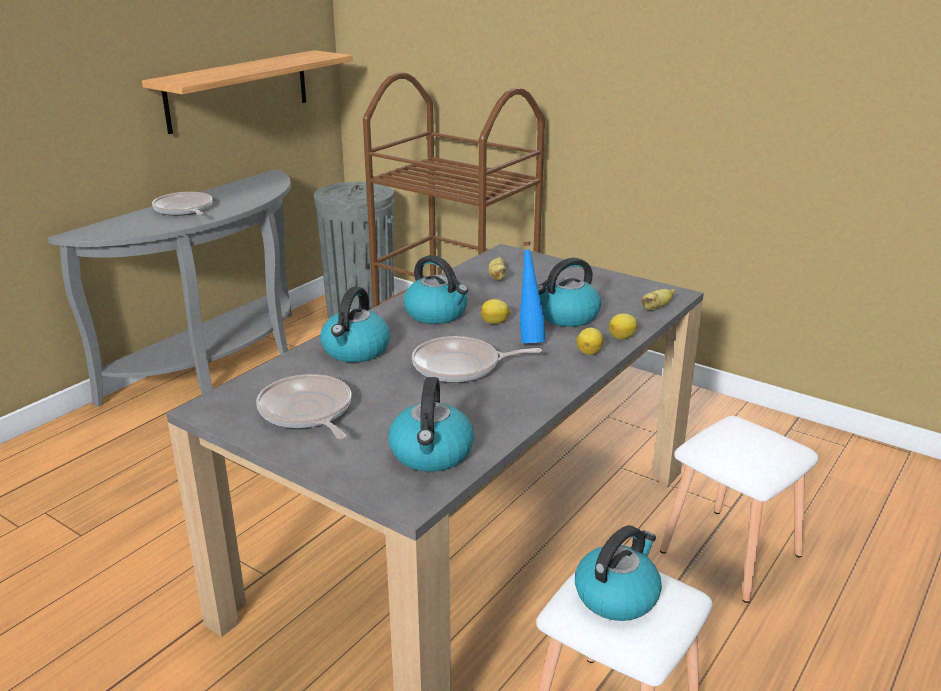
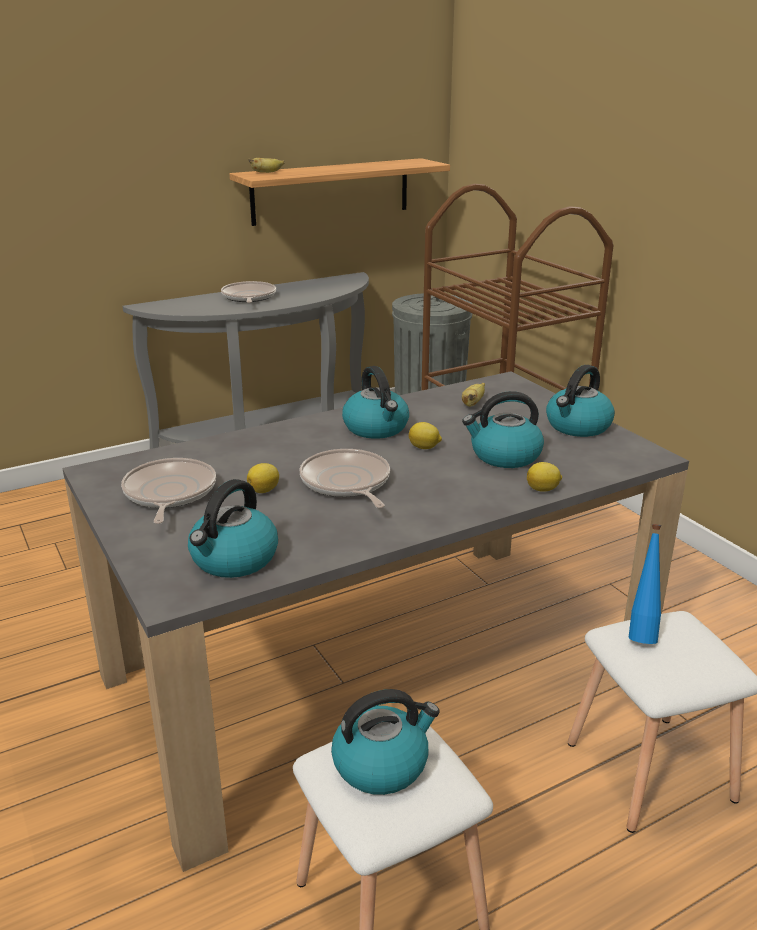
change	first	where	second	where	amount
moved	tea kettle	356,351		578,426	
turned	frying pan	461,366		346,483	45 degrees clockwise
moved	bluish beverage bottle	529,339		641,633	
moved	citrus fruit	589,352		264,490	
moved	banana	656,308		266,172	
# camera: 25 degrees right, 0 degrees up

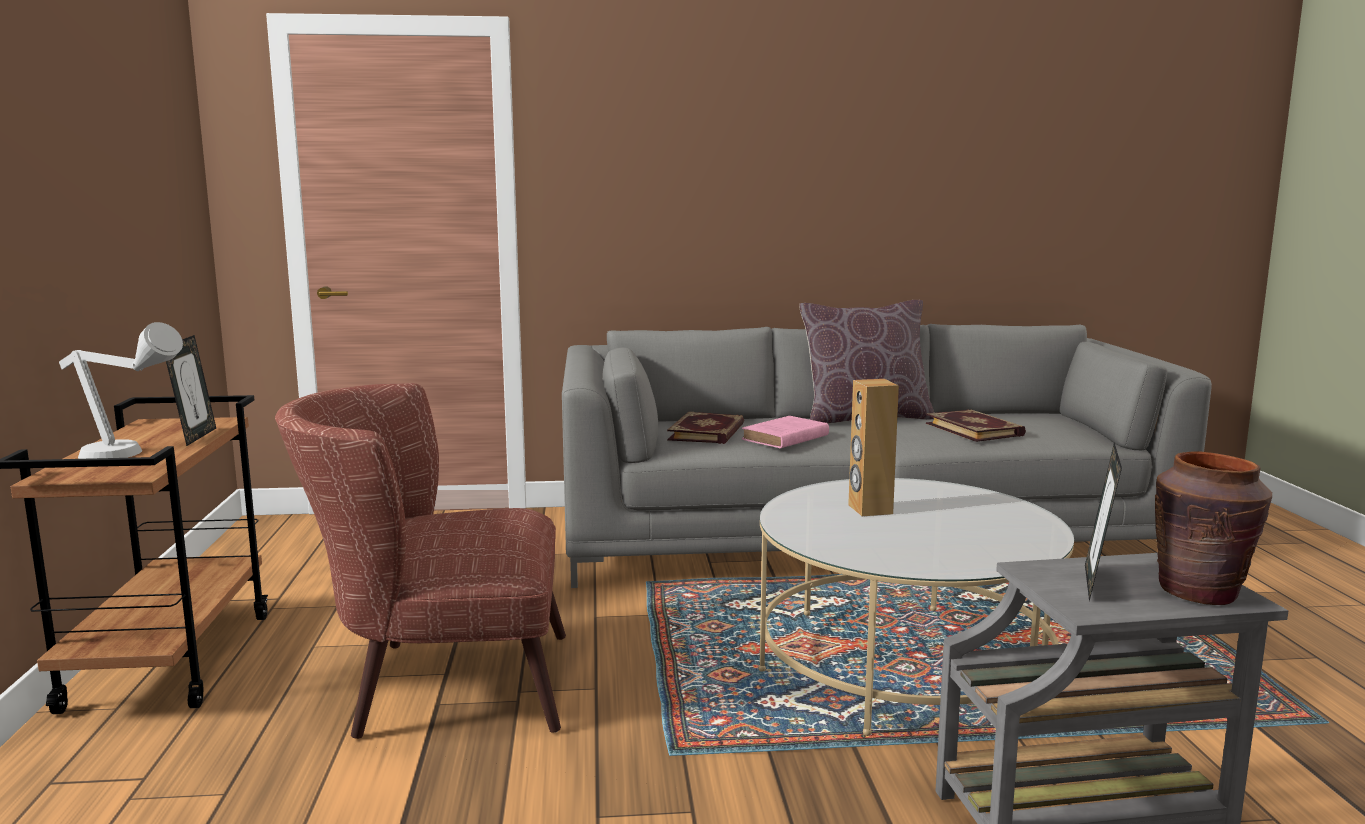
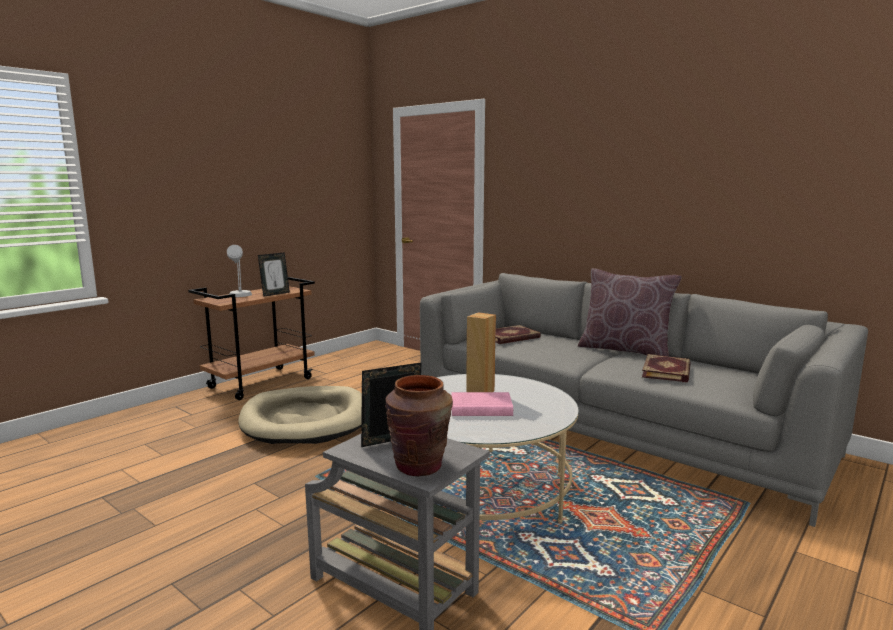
change	first	where	second	where	amount
replaced	brownish lounge chair	438,685	beige pet bed	306,420	
moved	pinkish book	784,438		479,409	
# camera: 45 degrees right, 0 degrees up

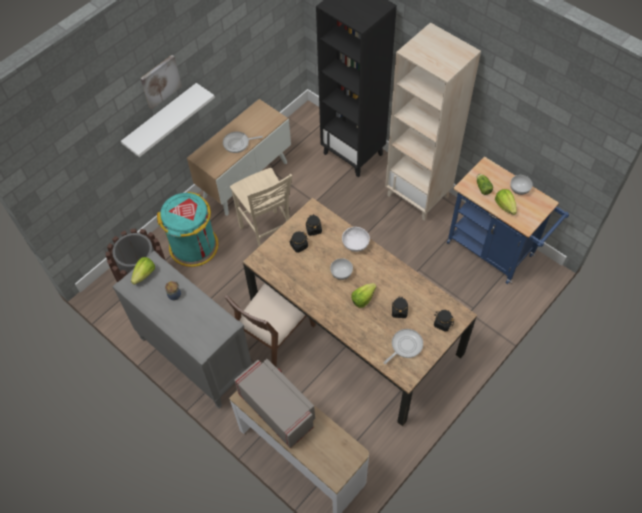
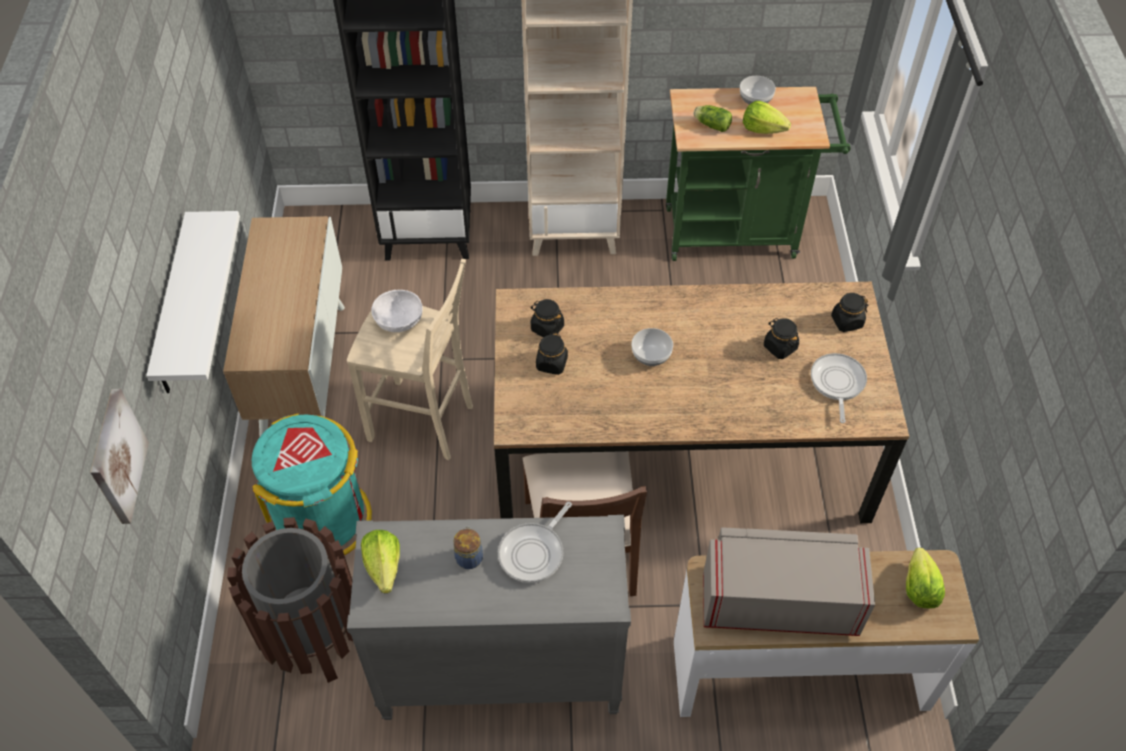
change	first	where	second	where	amount
moved	wall picture	160,81		116,456	
moved	frying pan	238,143		534,552	
moved	white-coloured deep dish	355,244		399,321	
moved	lettuce	363,298		919,588	
recoloured	bluish cart	495,251	greenish cart	739,231	
# camera: 45 degrees left, 5 degrees down

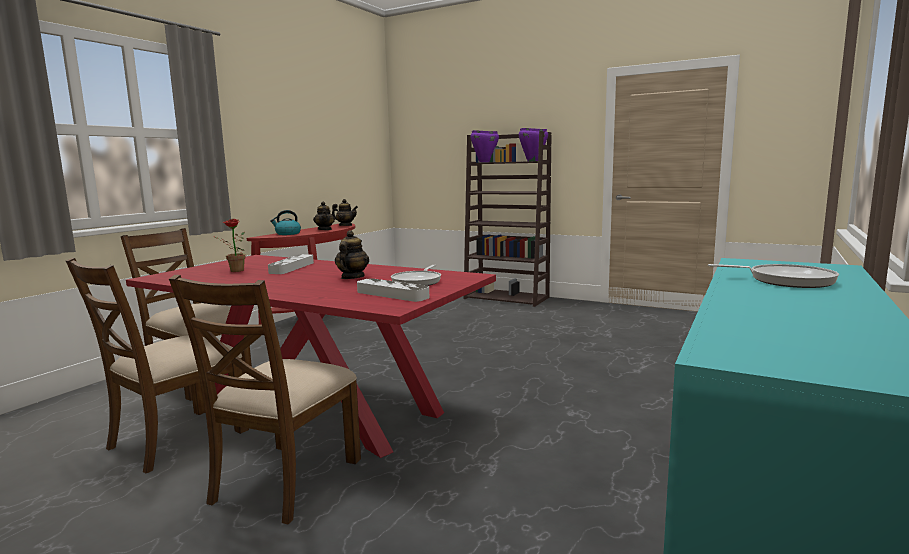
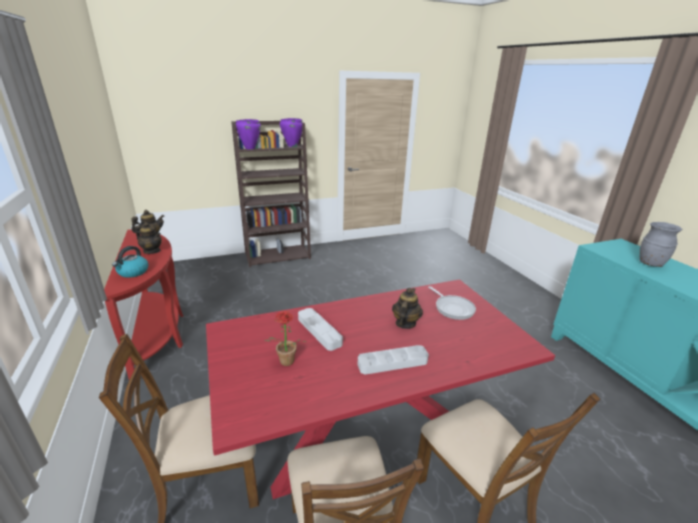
change	first	where	second	where	amount
turned	teapot	352,277		405,323	60 degrees clockwise
moved	grey carrying tray	392,294		392,363	
replaced	frying pan	785,280	grey decorative vase	650,263	
# camera: 50 degrees left, 15 degrees up

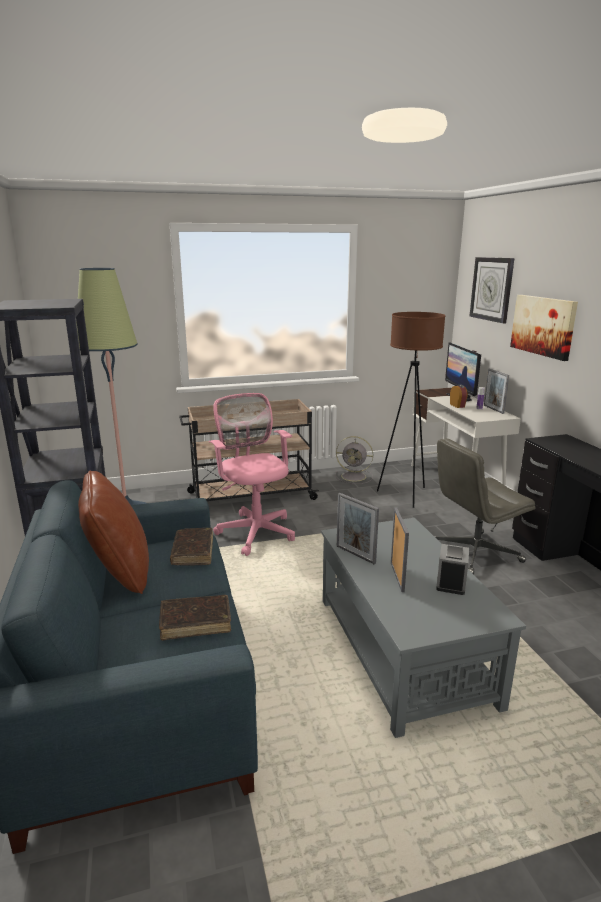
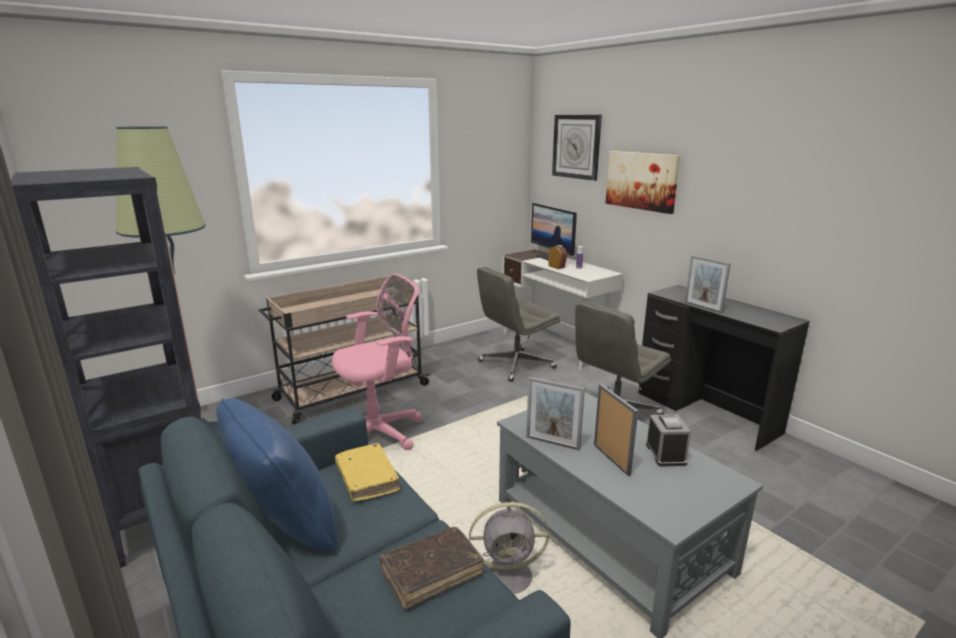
change	first	where	second	where	amount
recoloured	brownish cushion	120,572	bluish cushion	284,527	
recoloured	brownish book	193,552	yellow-coloured book	367,478	
turned	pinkish desk chair	255,530		379,432	105 degrees clockwise
moved	grey electric fan	355,476		510,576	
replaced	brownish standing lamp	405,495	grey desk chair	515,365	
moved	picture frame	493,409		703,307	
# camera: 20 degrees left, 0 degrees up

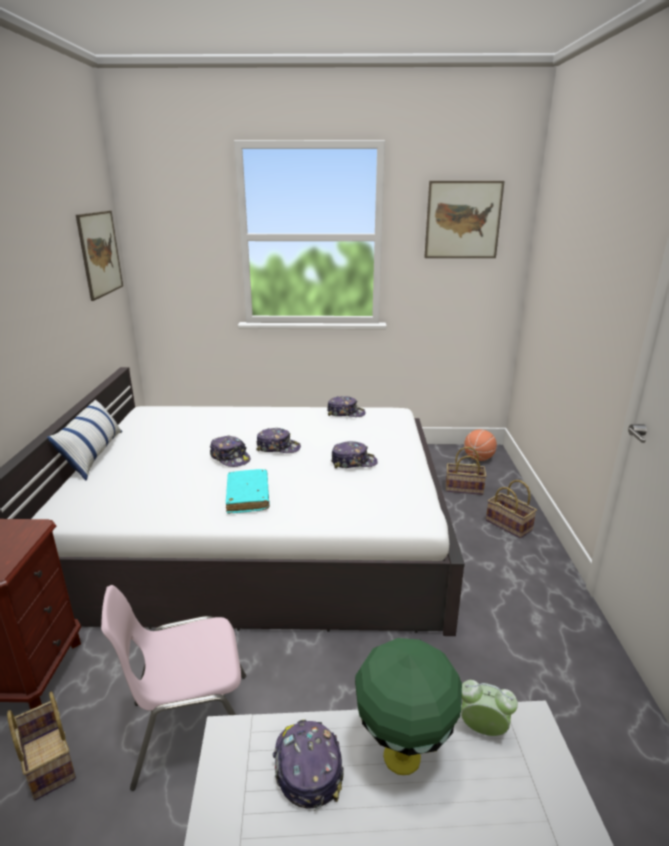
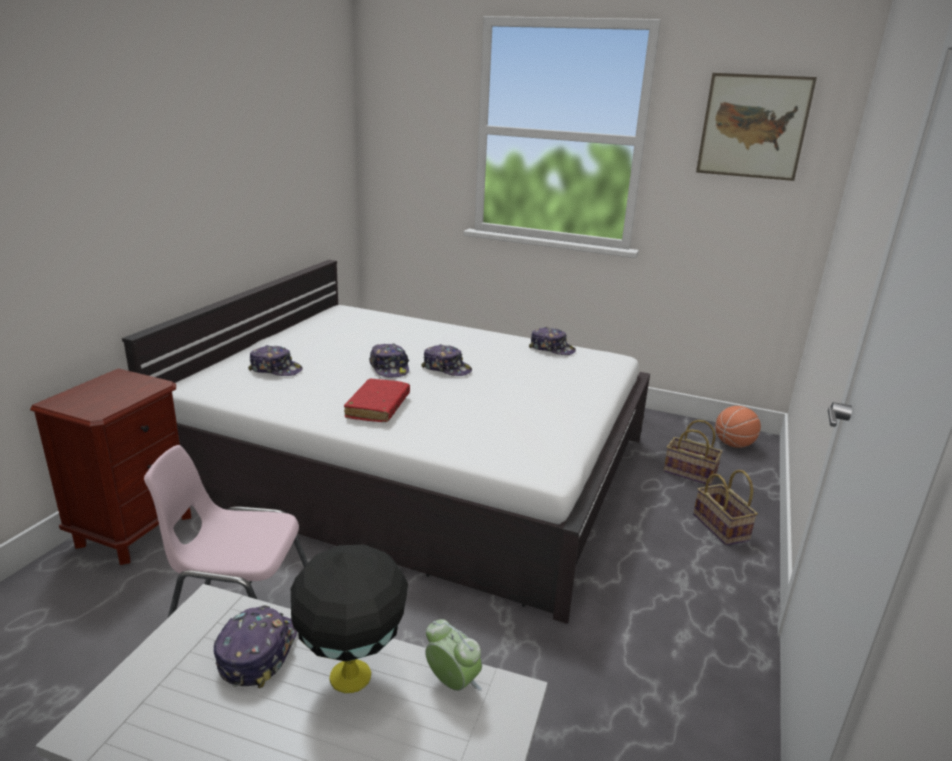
change	first	where	second	where	amount
removed	storage basket	47,761			
removed	cushion	93,454			
removed	wall picture	100,254			
recoloured	blue-green book	248,497	red-coloured book	378,407	
moved	peaked cap	353,462		276,369	
recoloured	greenish table lamp	403,755	blackish table lamp	353,675	
# camera: 20 degrees right, 0 degrees up

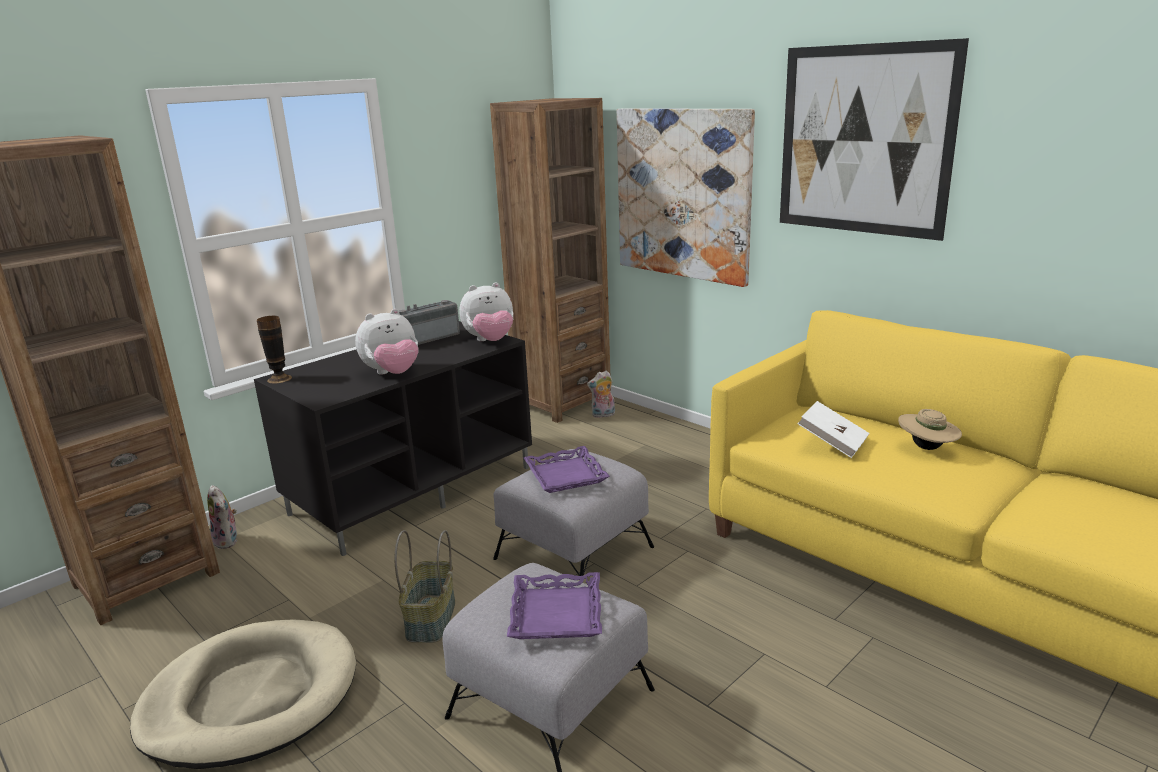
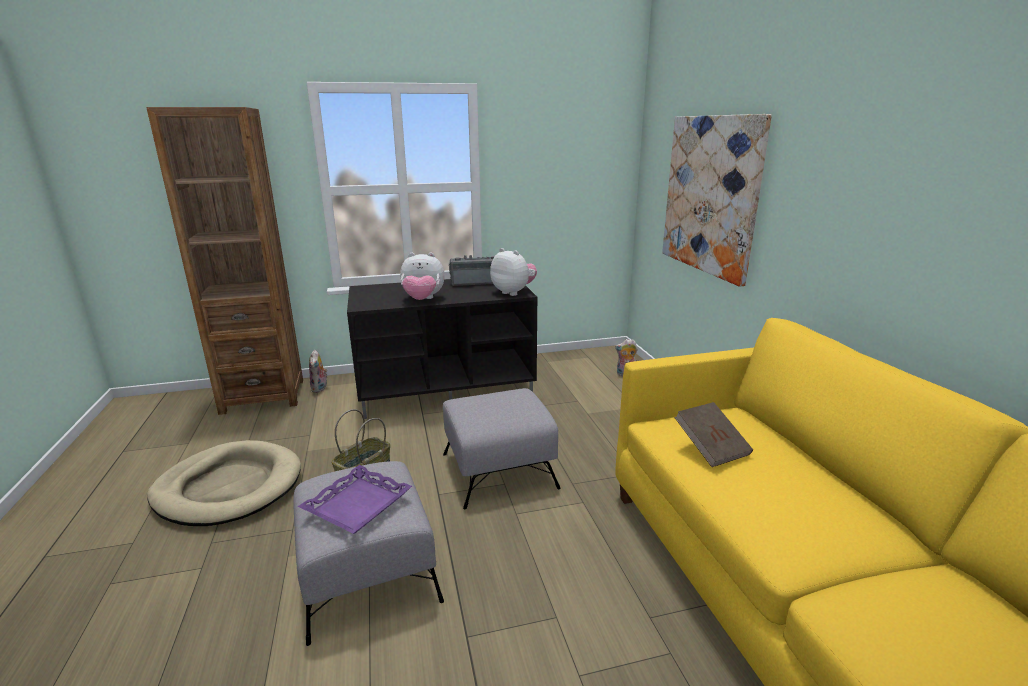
change	first	where	second	where	amount
removed	decorative vase	279,379			
turned	soft toy	490,341		513,292	150 degrees counterclockwise
removed	brownish bookcase	562,402			
removed	purple carrying tray	566,475			
removed	wall picture	864,140			
recoloured	white-coloured book	832,443	brownish book	711,447	
removed	beige wearable hat	927,448			
# camera: 30 degrees right, 0 degrees up

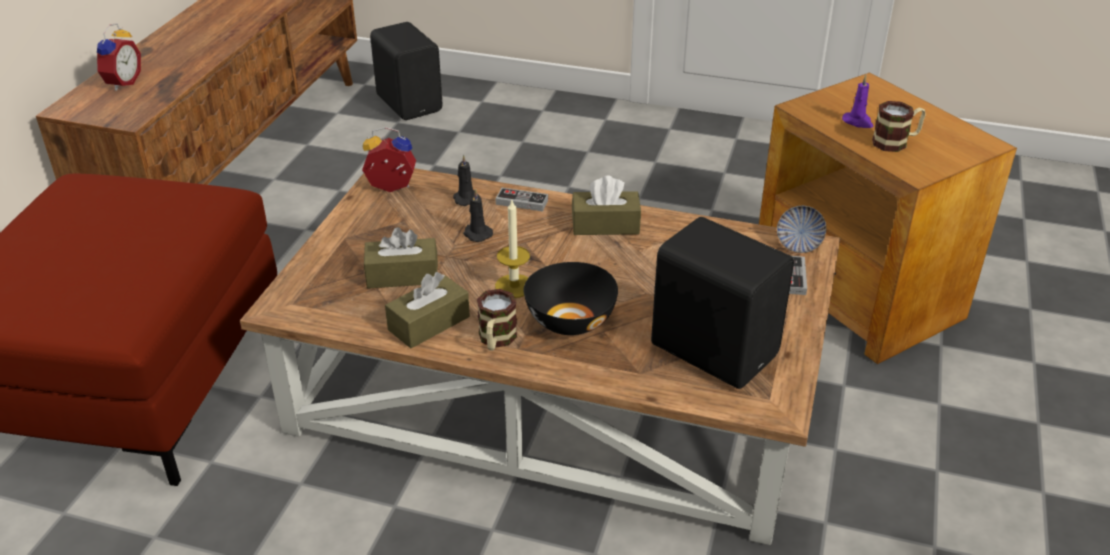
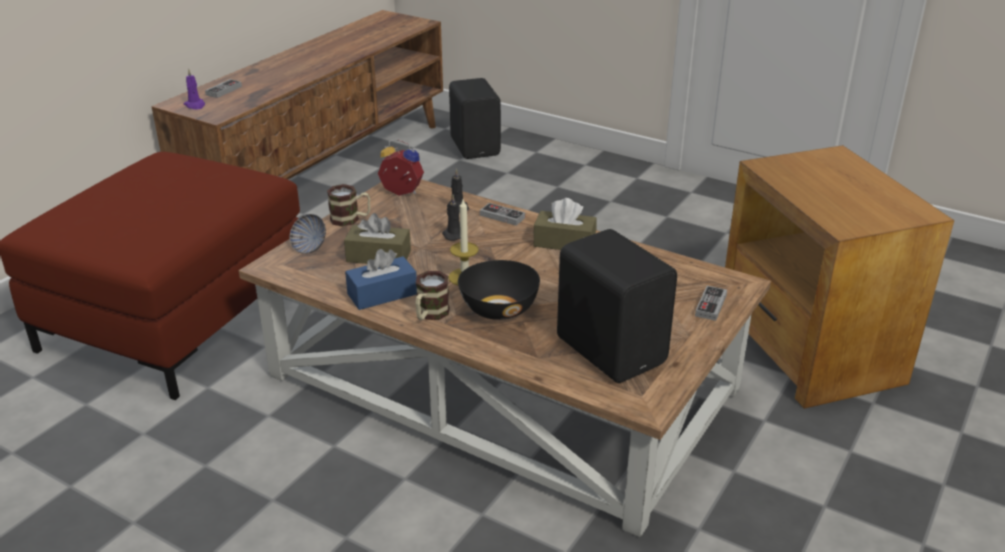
change	first	where	second	where	amount
replaced	bedside clock	121,83	gamepad	224,91	
recoloured	brownish tissue holder	429,323	bluish tissue holder	382,294	
moved	deep dish	799,244		309,247	
moved	purple wax candle	858,122		195,105	
moved	coffee mug	896,142		350,219	
# camera: 15 degrees right, 5 degrees down

